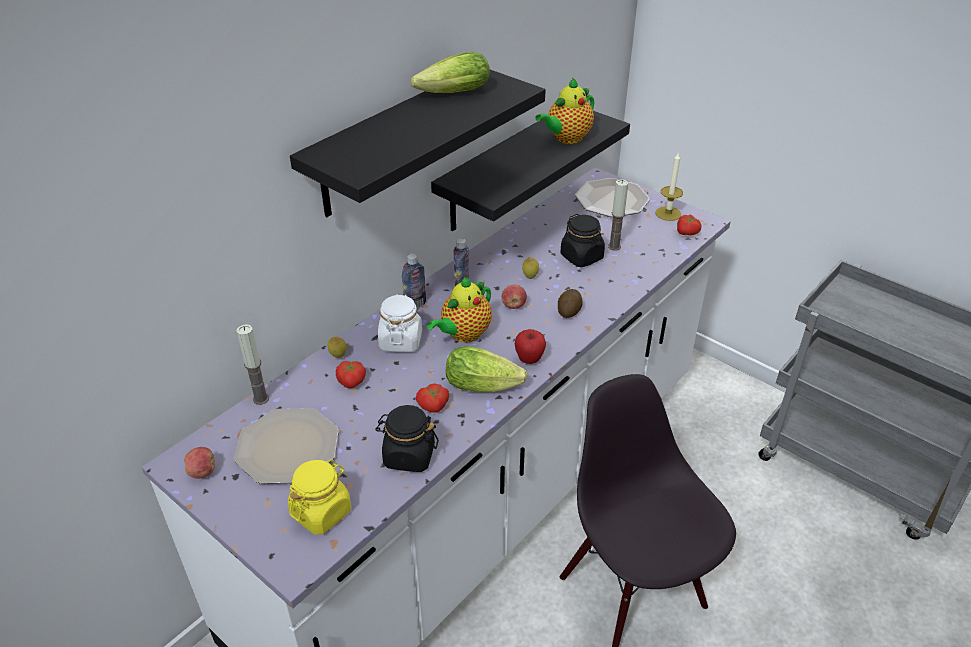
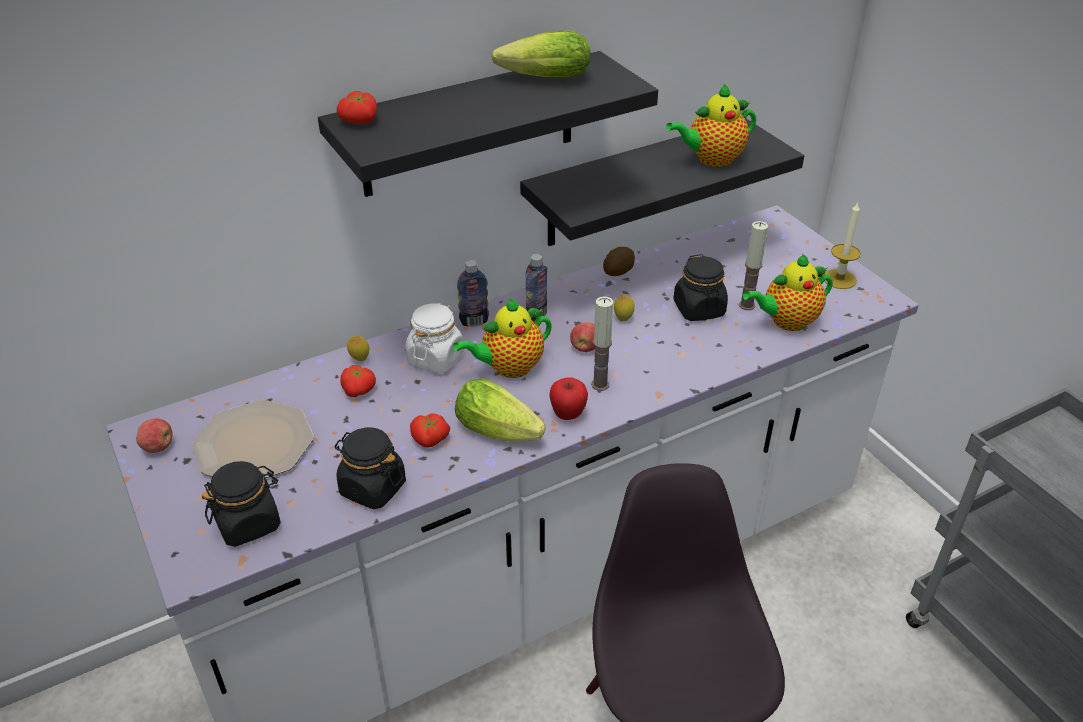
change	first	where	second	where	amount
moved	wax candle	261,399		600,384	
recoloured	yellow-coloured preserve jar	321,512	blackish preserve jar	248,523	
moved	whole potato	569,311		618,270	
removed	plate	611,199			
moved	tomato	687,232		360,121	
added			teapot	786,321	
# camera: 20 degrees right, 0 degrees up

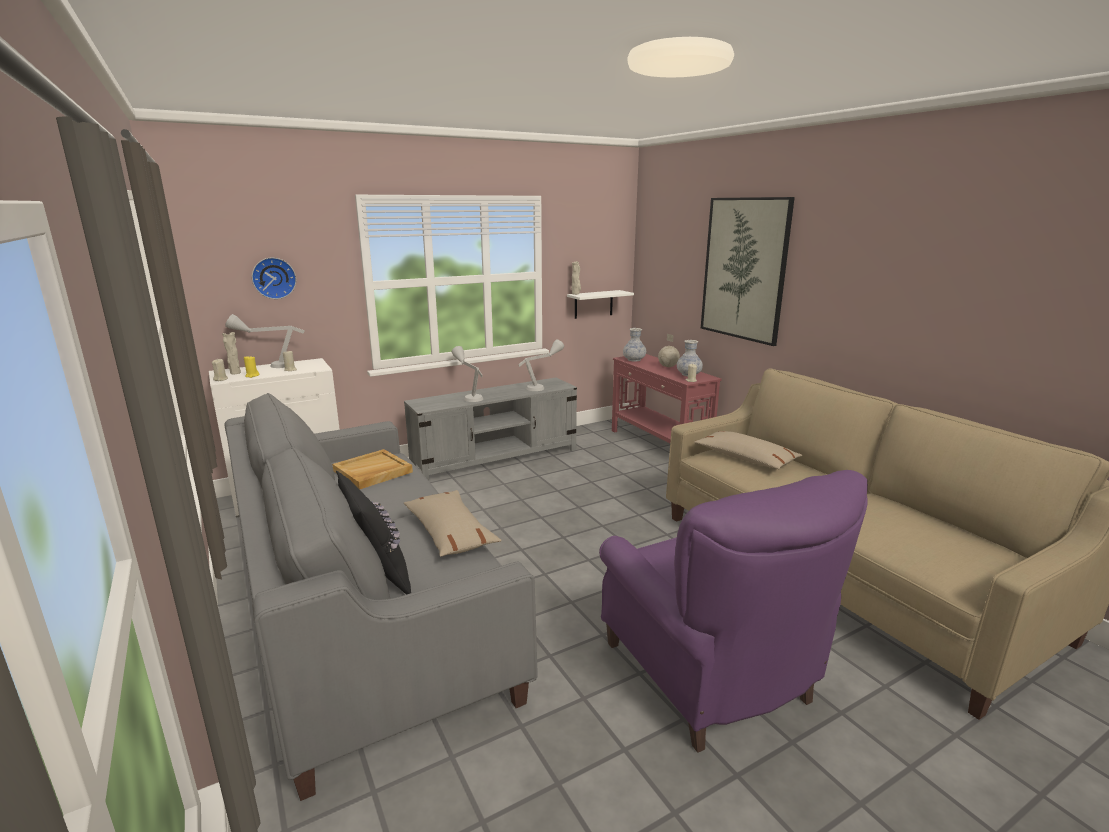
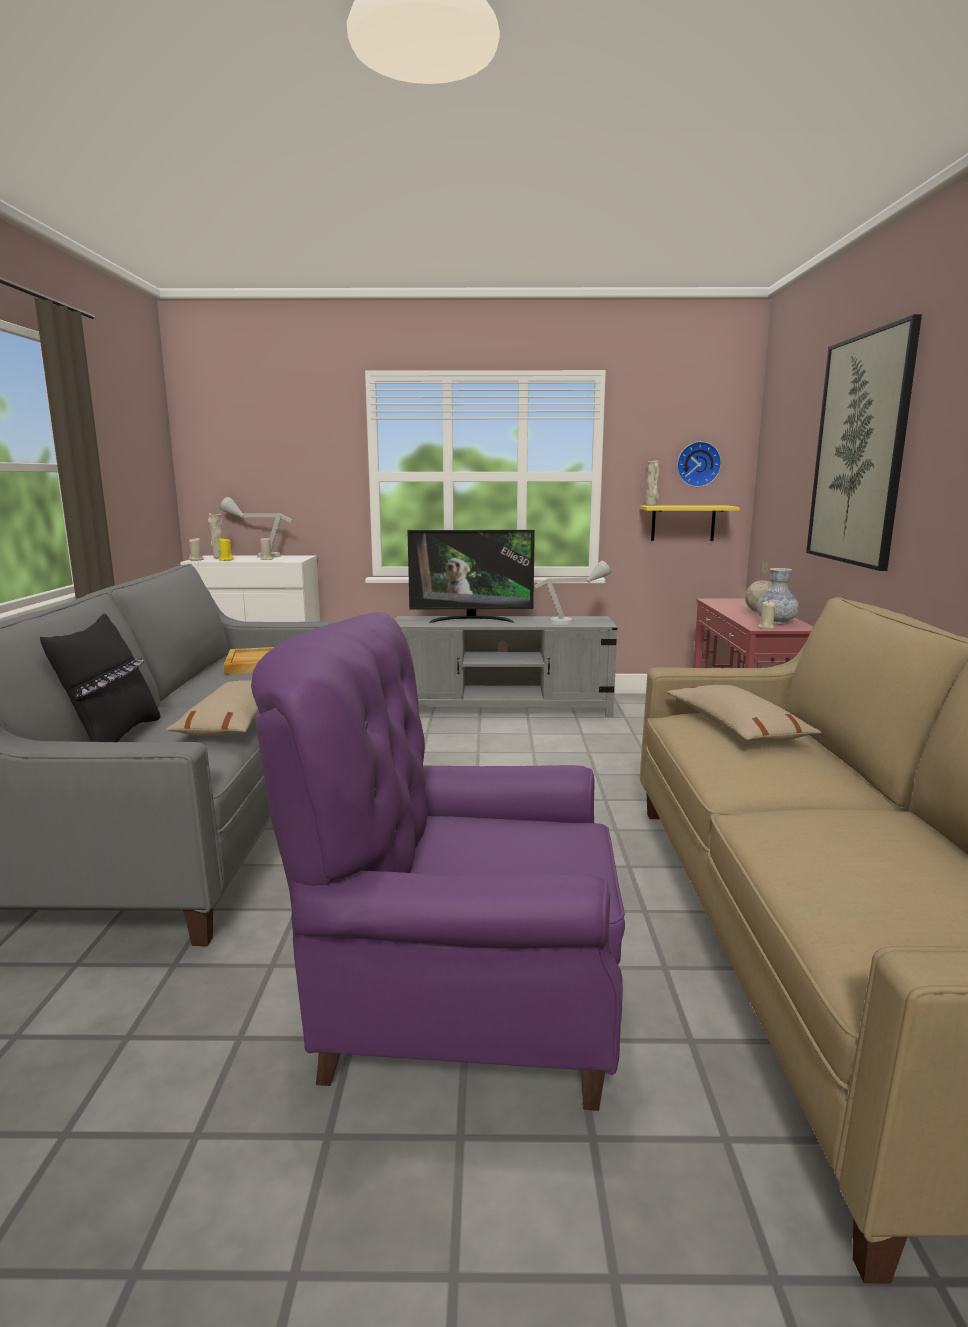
change	first	where	second	where	amount
moved	clock on the wall	274,278		698,464	
replaced	grey table lamp	469,396	TV set	471,620	
recoloured	white-coloured wall shelf	593,304	yellow-coloured wall shelf	683,523	
turned	purple lounge chair	710,677		453,1007	90 degrees clockwise
removed	decorative vase	634,360			
# camera: 30 degrees right, 5 degrees down

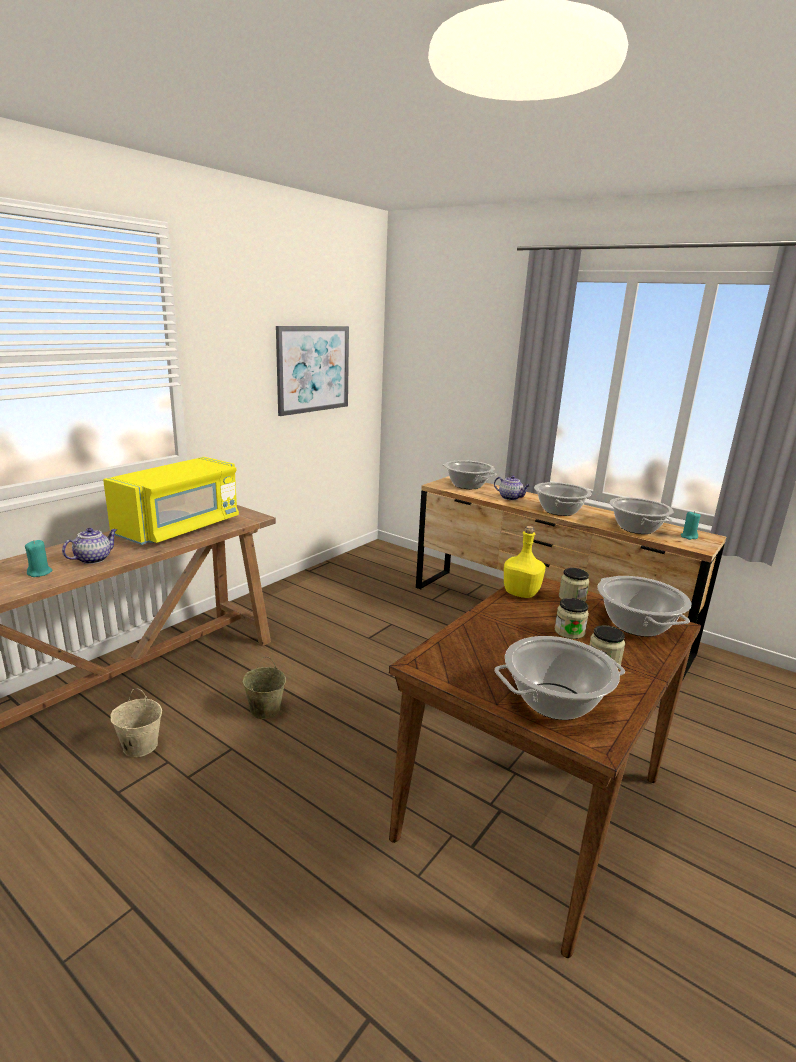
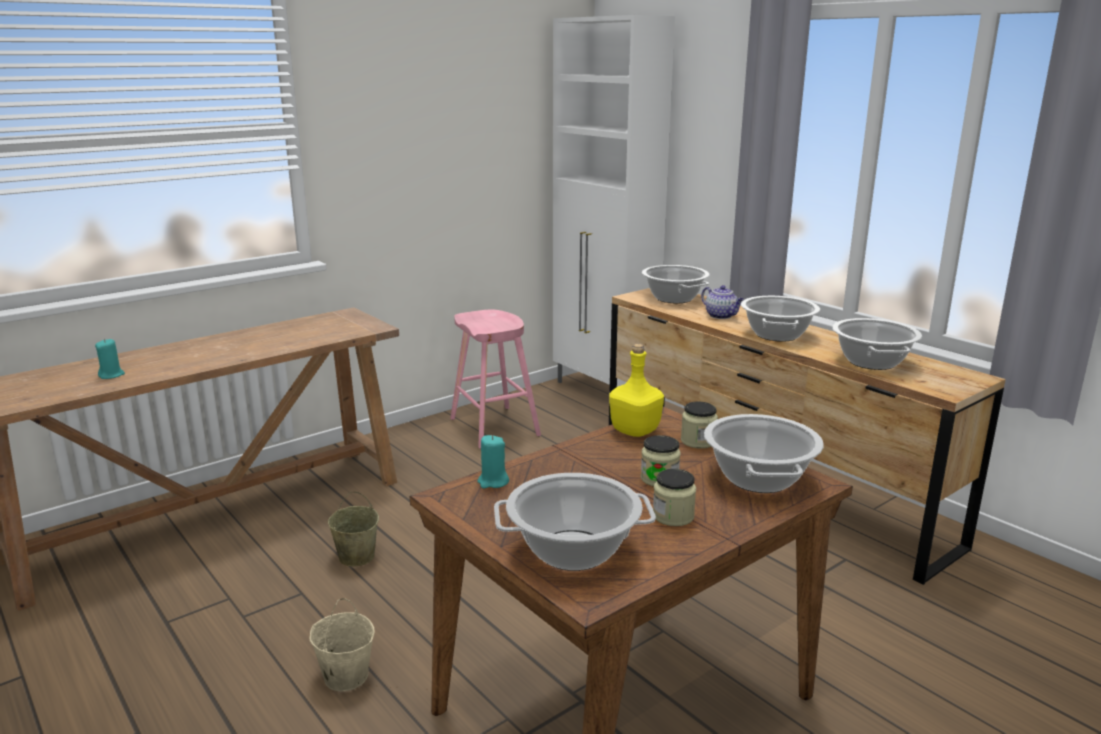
change	first	where	second	where	amount
removed	teapot	94,559			
removed	yellow-coloured microwave	180,528			
moved	beige bucket	139,746		345,676	
removed	wall picture	313,369			
moved	blue-green wax candle	688,537		493,482	
added			pinkish sitting stool	494,427	
added			white-coloured storage cabinet	604,392	
# camera: 15 degrees right, 0 degrees up

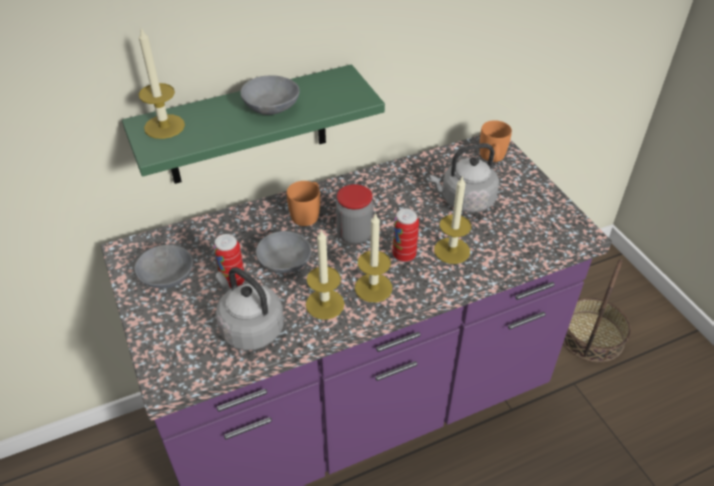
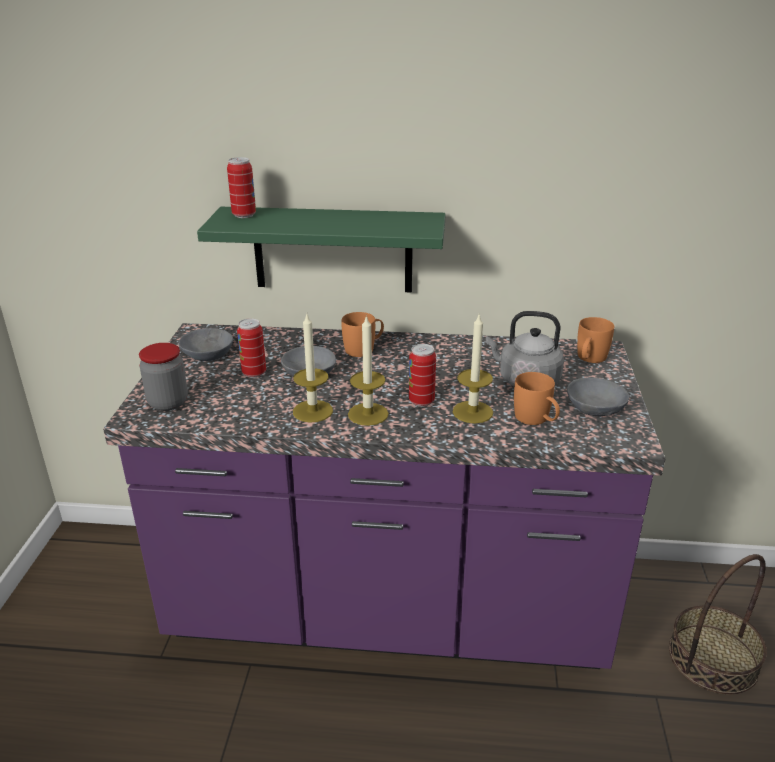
change	first	where	second	where	amount
replaced	wax candle	164,126	sealed can	244,215	
removed	grey tea kettle	249,327			
moved	grey deep dish	272,105		597,408	
moved	preserve jar	354,234		168,402	
added			orange-coloured coffee mug	536,420	
# camera: 30 degrees right, 15 degrees down

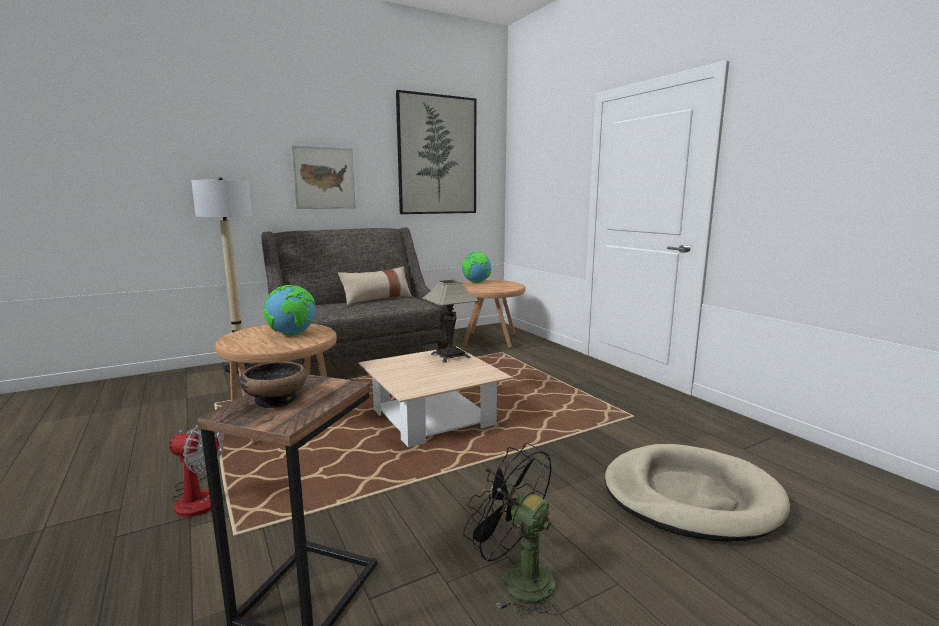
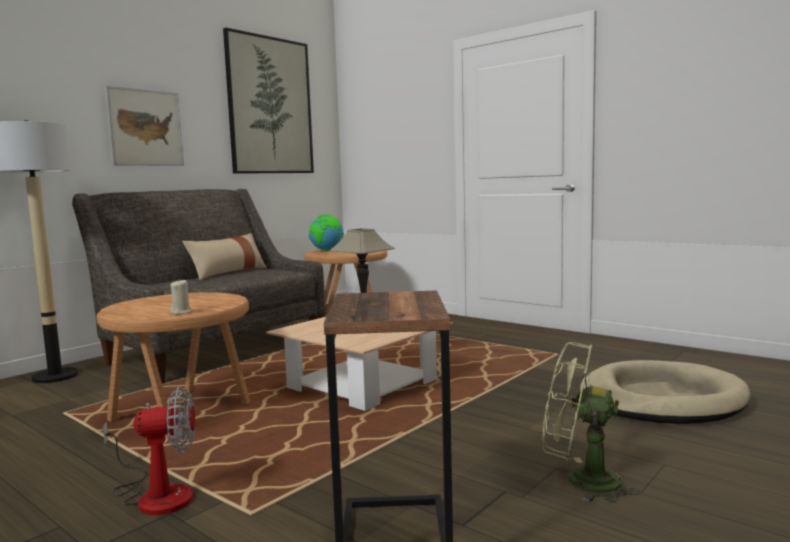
change	first	where	second	where	amount
removed	deep dish	276,400			
removed	desk globe	293,334			
recoloured	blackish electric fan	516,578	greenish electric fan	580,480	
added			beige wax candle	181,312	
# camera: 20 degrees left, 5 degrees down

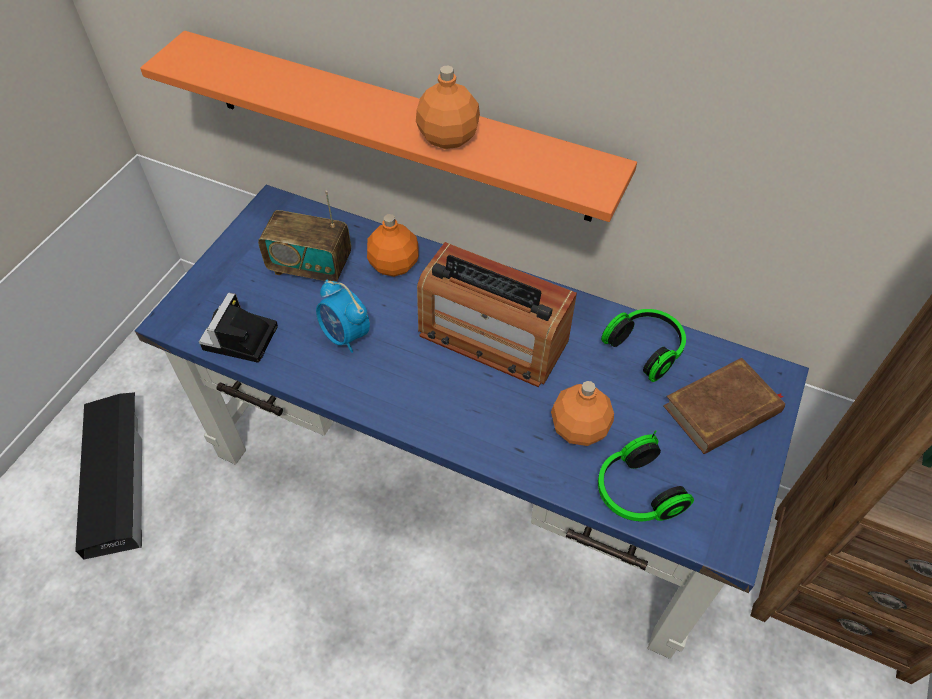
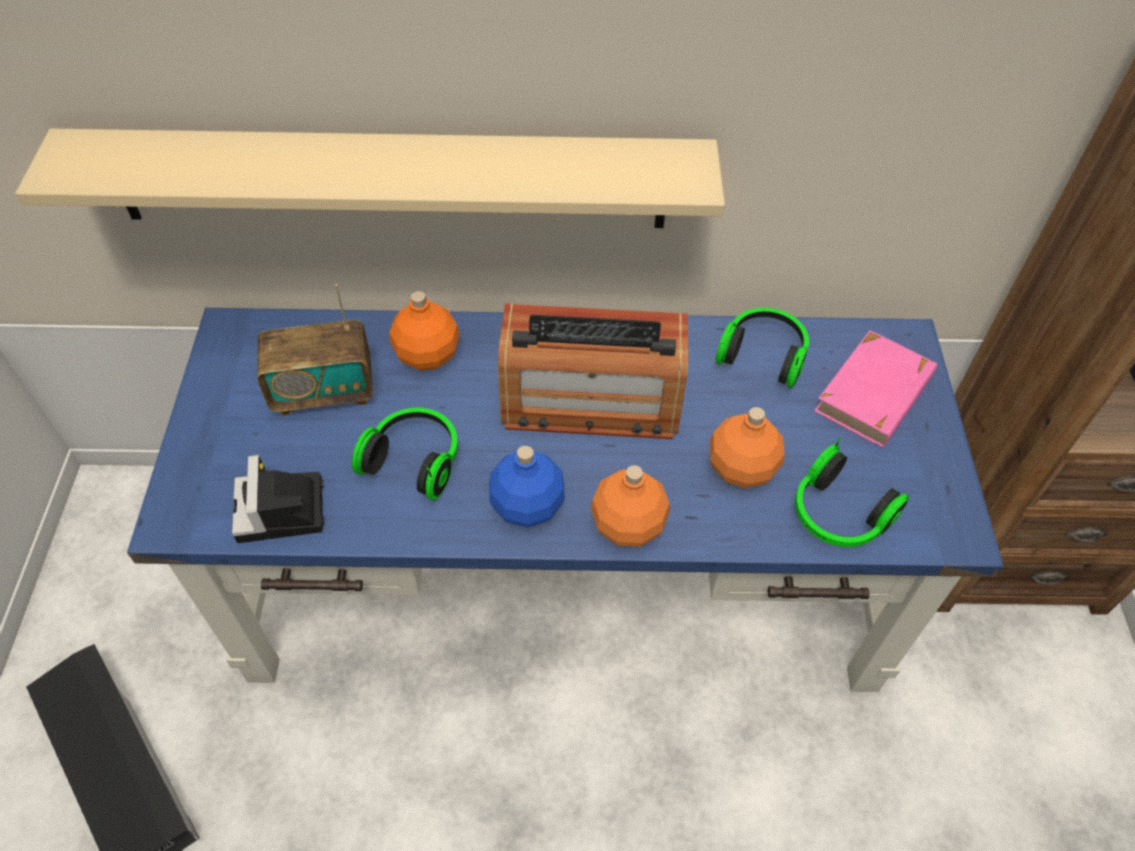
change	first	where	second	where	amount
recoloured	orange-coloured wall shelf	396,126	beige wall shelf	391,179	
replaced	bedside clock	345,336	headphones	415,460	
moved	orange-coloured beverage bottle	448,137		627,524	
recoloured	brownish book	722,410	pinkish book	875,394	
added			bluish beverage bottle	526,506	
# camera: 25 degrees left, 0 degrees up

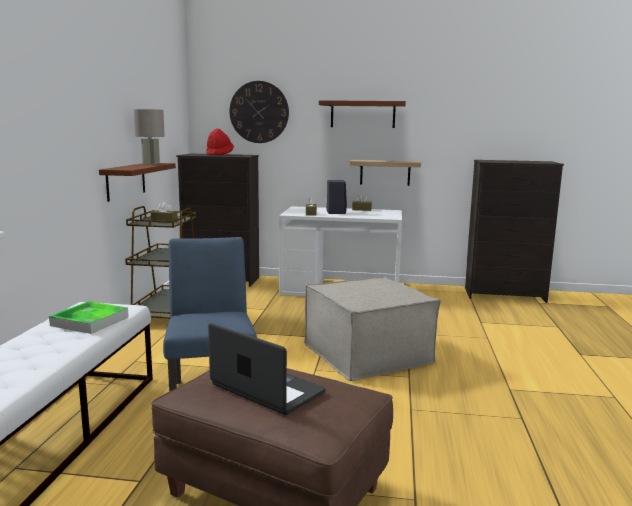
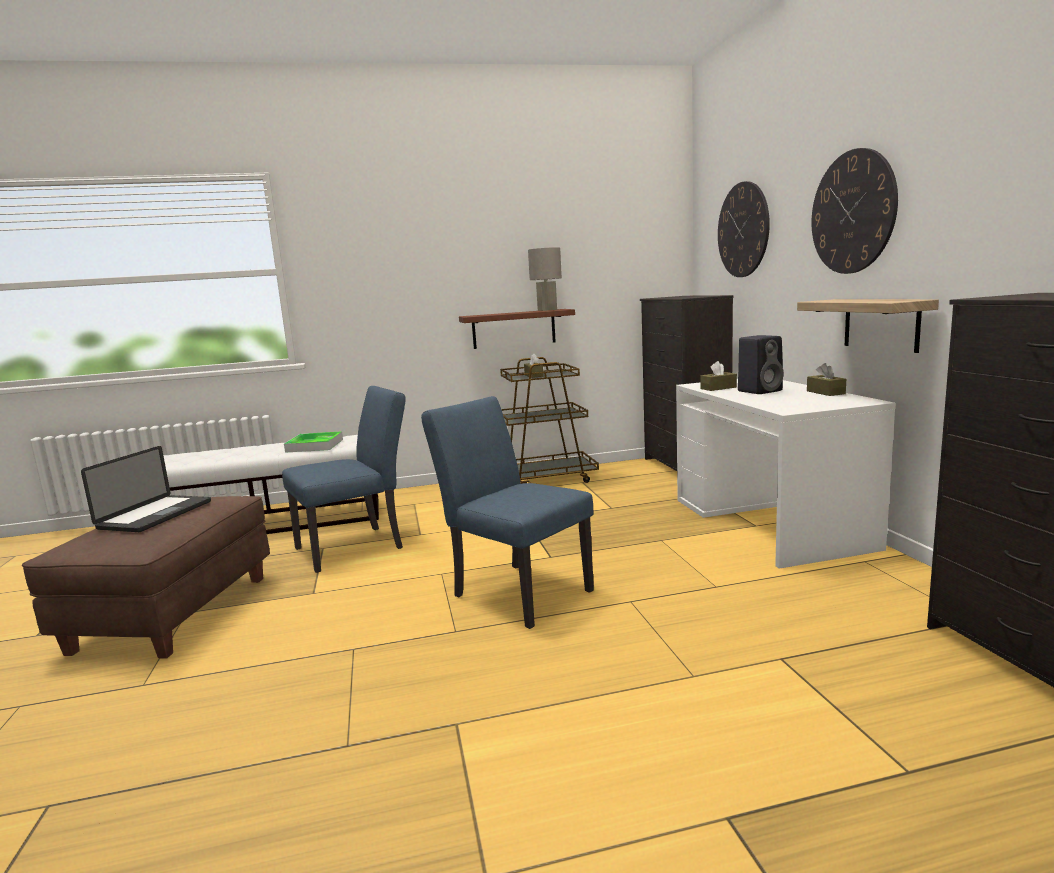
change	first	where	second	where	amount
removed	red-coloured wearable hat	219,154			
replaced	beige footrest	367,354	bluish chair	515,590	
replaced	brownish wall shelf	362,114	clock on the wall	852,212	
# camera: 70 degrees right, 0 degrees up

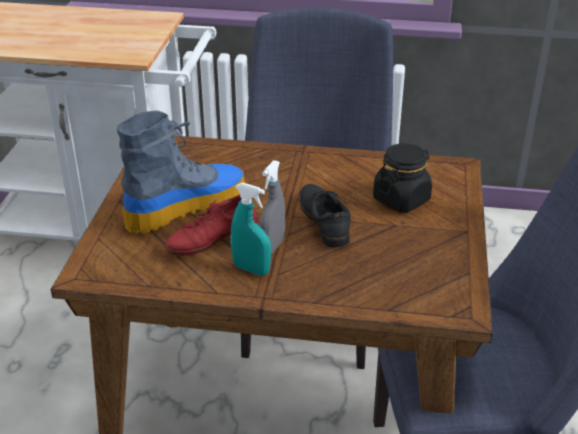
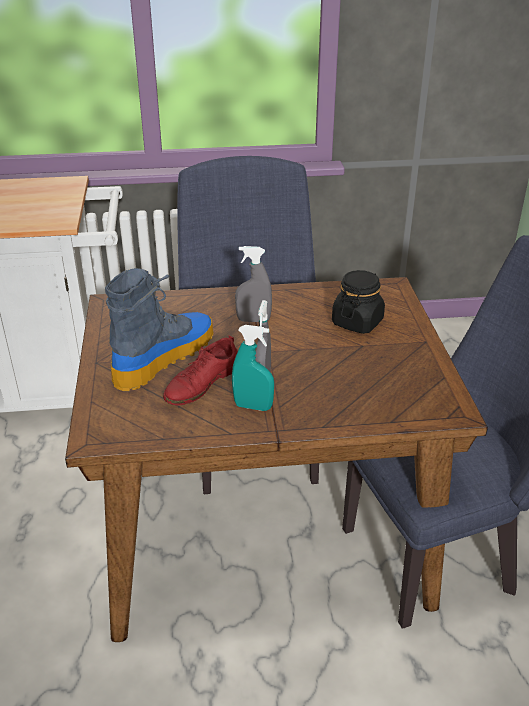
change	first	where	second	where	amount
removed	blackish item of footwear	324,220			
added			grey sprayer	253,320	
# camera: 15 degrees left, 0 degrees up

